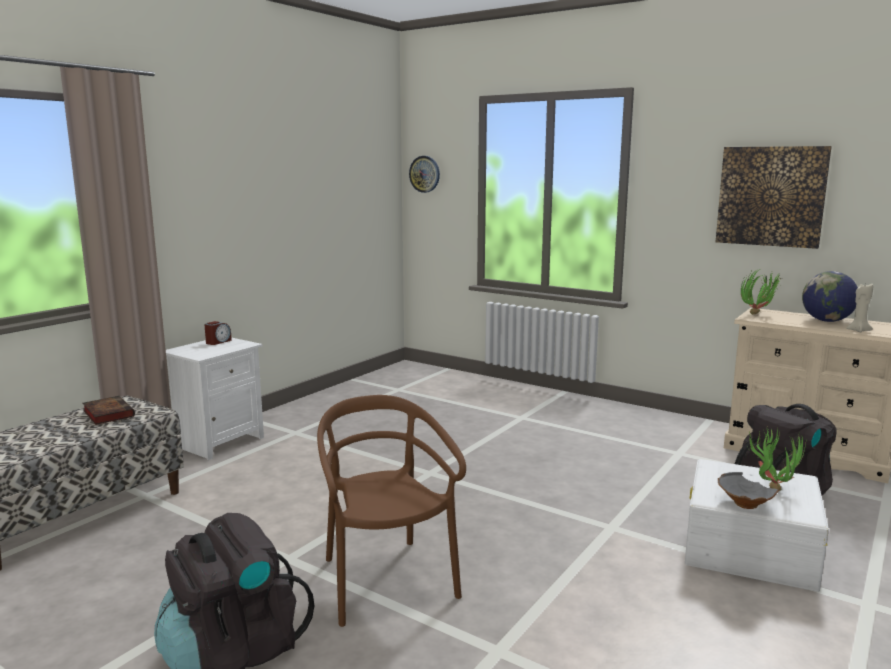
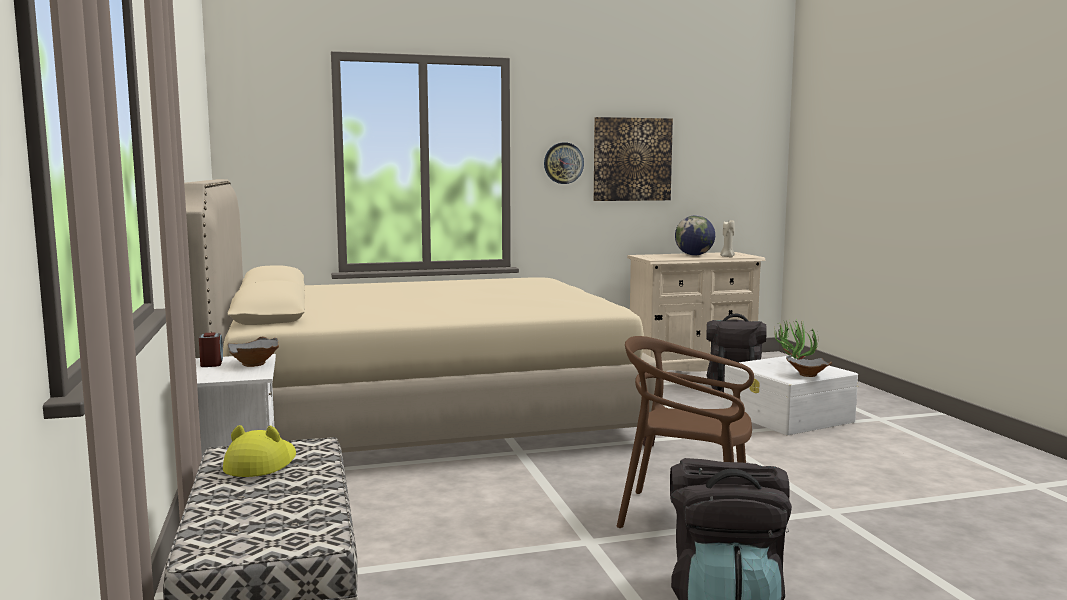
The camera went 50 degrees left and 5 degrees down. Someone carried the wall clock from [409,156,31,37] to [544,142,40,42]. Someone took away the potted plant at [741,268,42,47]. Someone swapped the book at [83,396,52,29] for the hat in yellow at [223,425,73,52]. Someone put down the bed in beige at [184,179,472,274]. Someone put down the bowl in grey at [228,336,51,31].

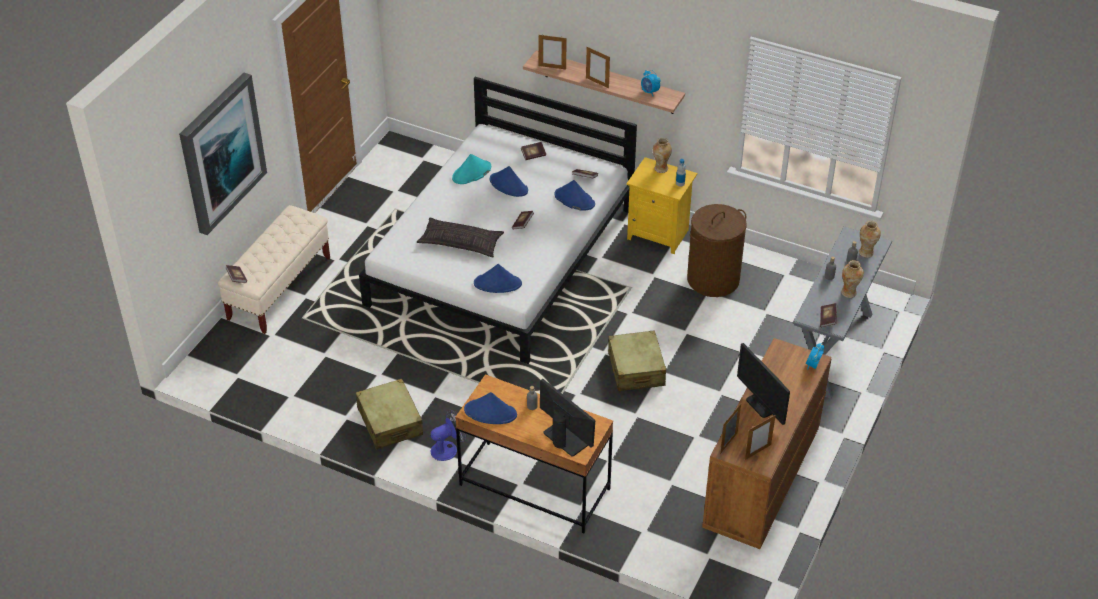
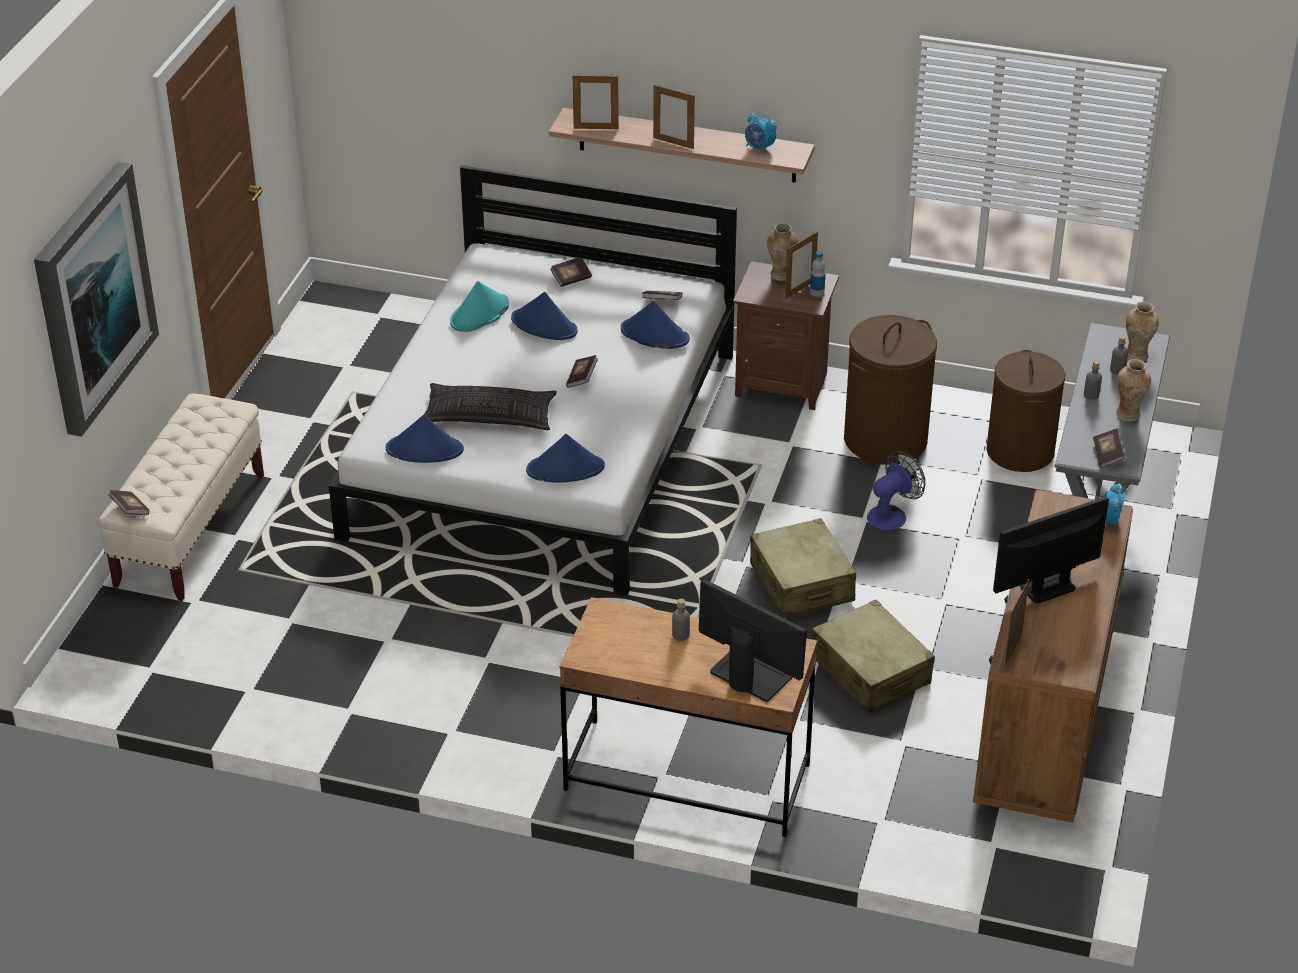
The camera went 10 degrees left and 5 degrees down. Someone repainted the nightstand in yellow at [627,157,70,97], which became the nightstand in brown at [733,261,106,149]. Someone rotated the monitor at [737,343,53,82] by 105 degrees clockwise. Someone carried the suitcase in beige from [356,379,67,70] to [812,600,123,113]. Someone carried the hat in blue from [464,392,53,32] to [386,415,78,48]. Someone carried the fan from [431,410,35,51] to [867,451,58,79]. Someone carried the picture frame from [745,415,30,45] to [785,231,33,68]. Someone put down the laundry basket in brown at [986,350,80,122].

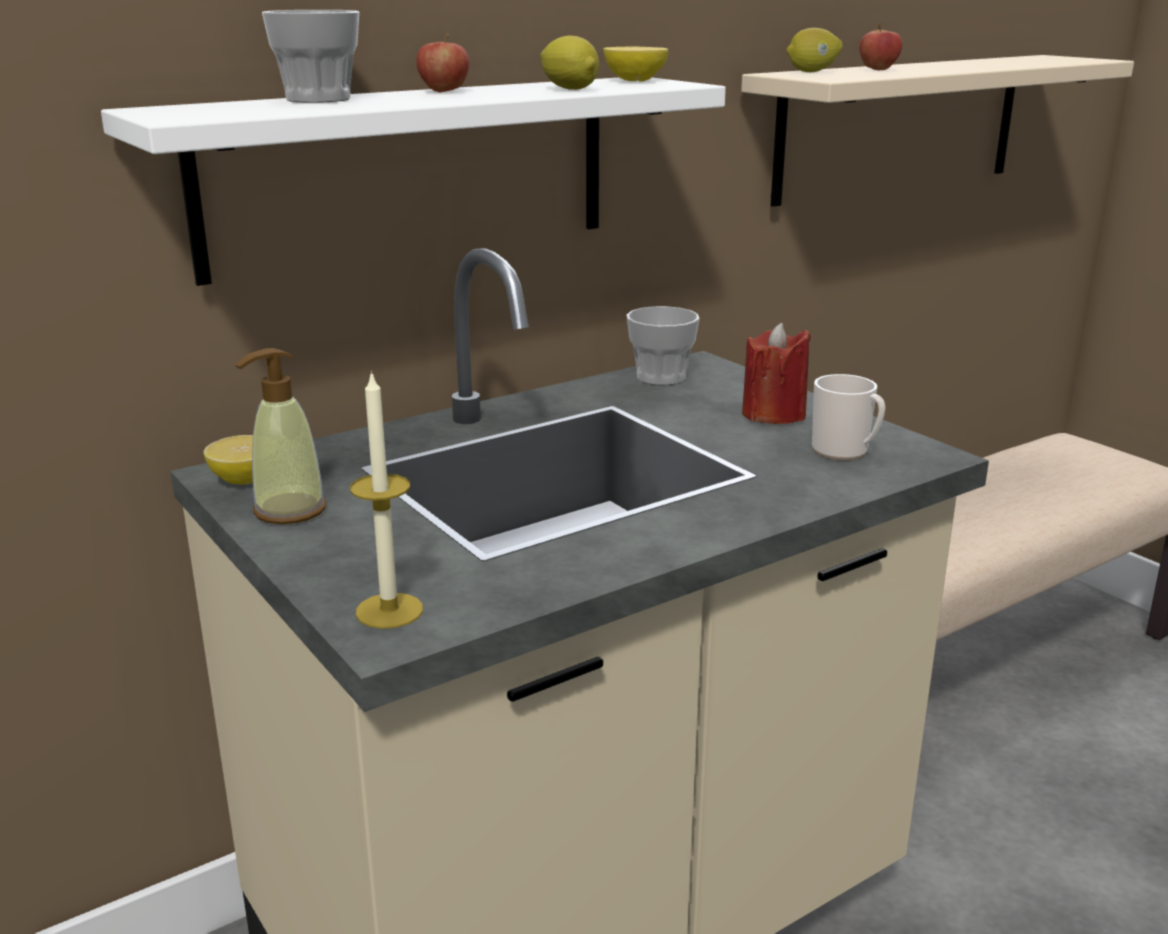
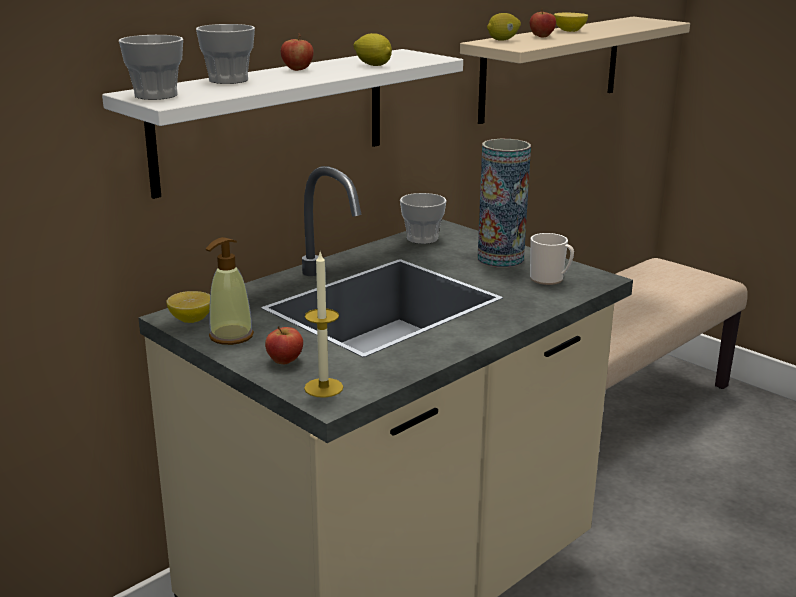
The camera went 10 degrees left and 0 degrees up. Someone carried the lemon from [603,47,65,35] to [554,13,34,19]. Someone swapped the candle in red at [742,322,69,102] for the vase at [478,139,53,129]. Someone put down the cup at [119,35,64,65]. Someone put down the apple at [265,326,38,38].

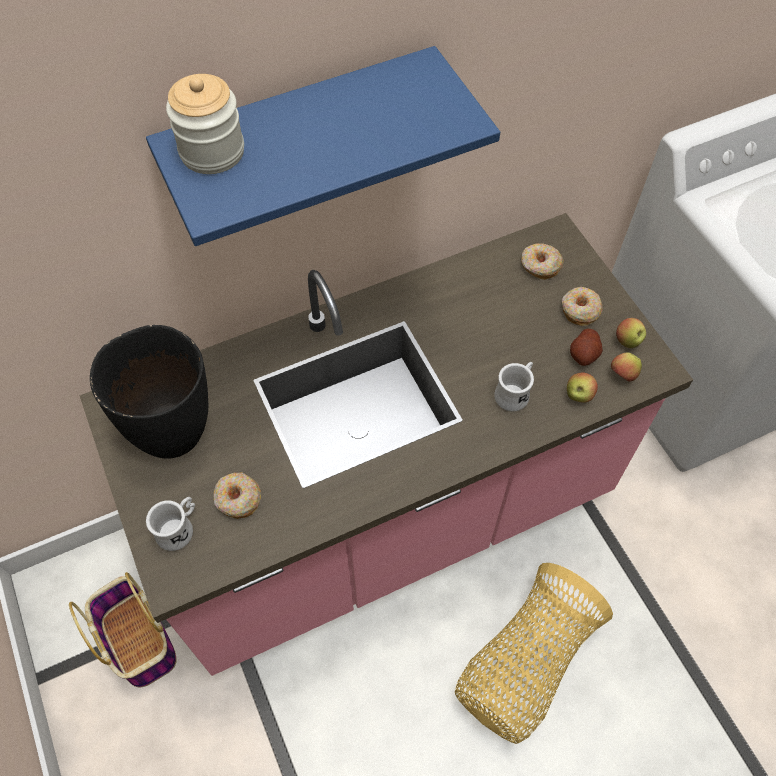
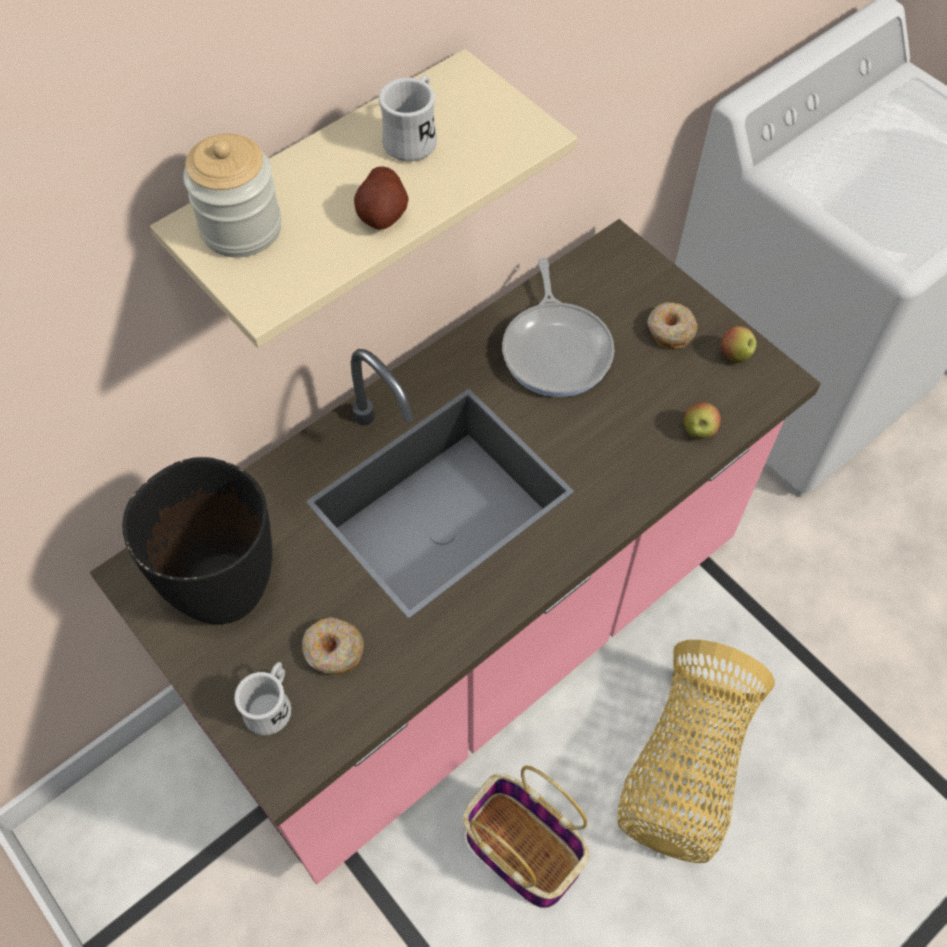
The camera went 15 degrees left and 0 degrees up. Someone repainted the shelf in blue at [146,46,354,200], which became the shelf in beige at [150,49,427,299]. Someone took away the donut at [521,243,43,37]. Someone carried the potato from [570,329,33,37] to [354,166,55,64]. Someone took away the apple at [611,353,31,29]. Someone carried the mug in white from [494,362,40,50] to [379,76,58,85]. Someone carried the basket from [69,572,108,116] to [463,766,127,142]. Someone put down the frying pan at [502,257,112,140].

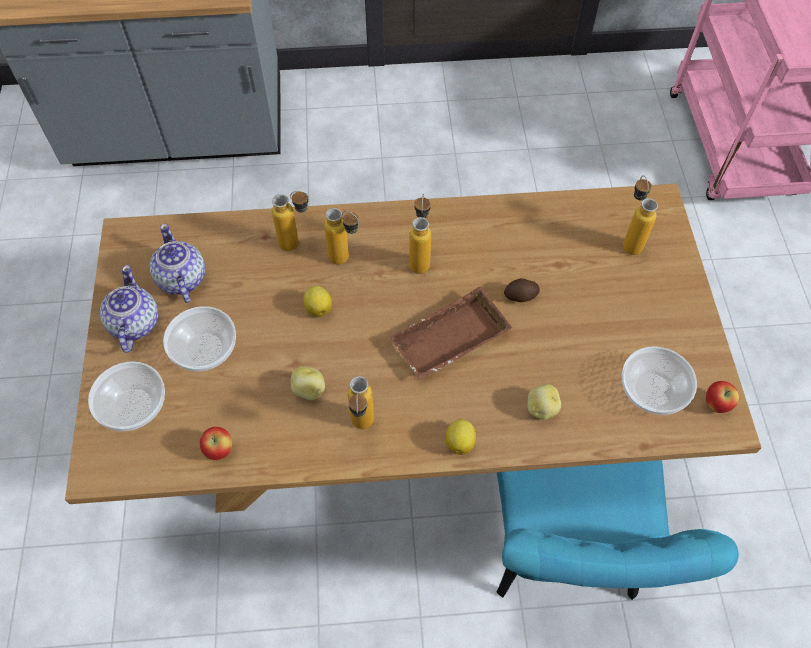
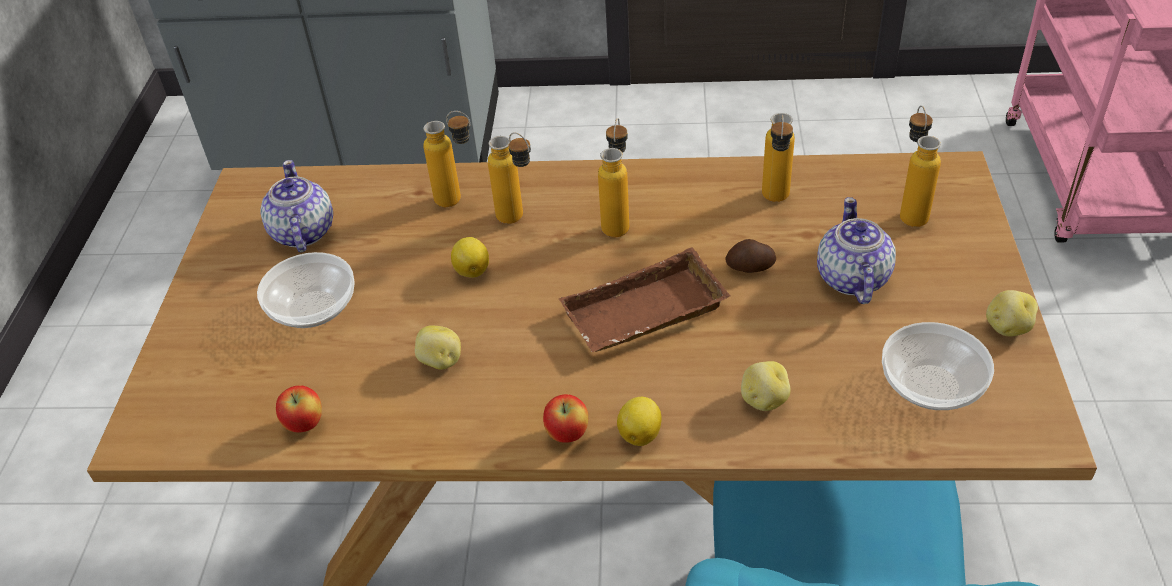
The camera went 10 degrees right and 15 degrees down. Someone carried the teapot from [100,265,58,88] to [817,197,79,107]. Someone took away the bowl at [88,361,77,70]. Someone carried the bottle from [348,376,26,53] to [762,113,33,89]. Someone carried the apple from [706,381,33,32] to [543,394,45,49]. Someone put down the potato at [986,290,52,47].

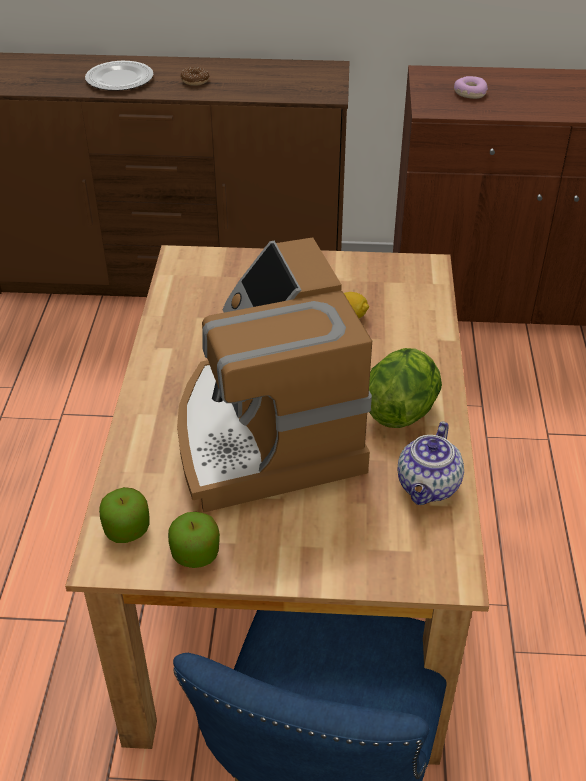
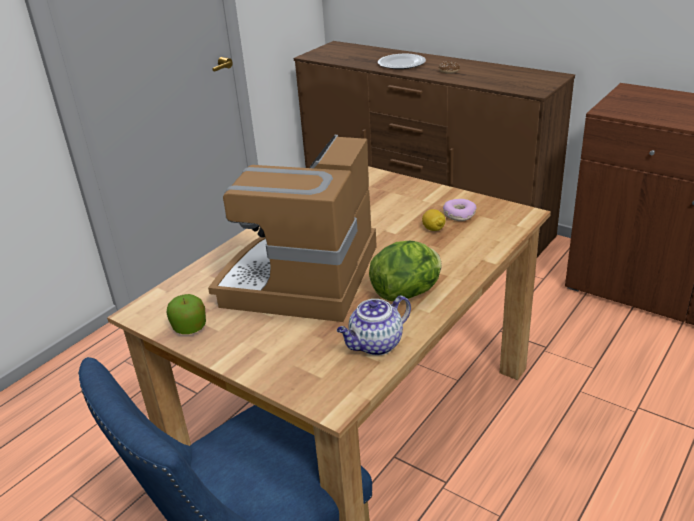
The camera went 35 degrees right and 10 degrees down. Someone carried the donut from [454,76,34,23] to [443,199,34,22]. Someone took away the apple at [99,487,50,56].

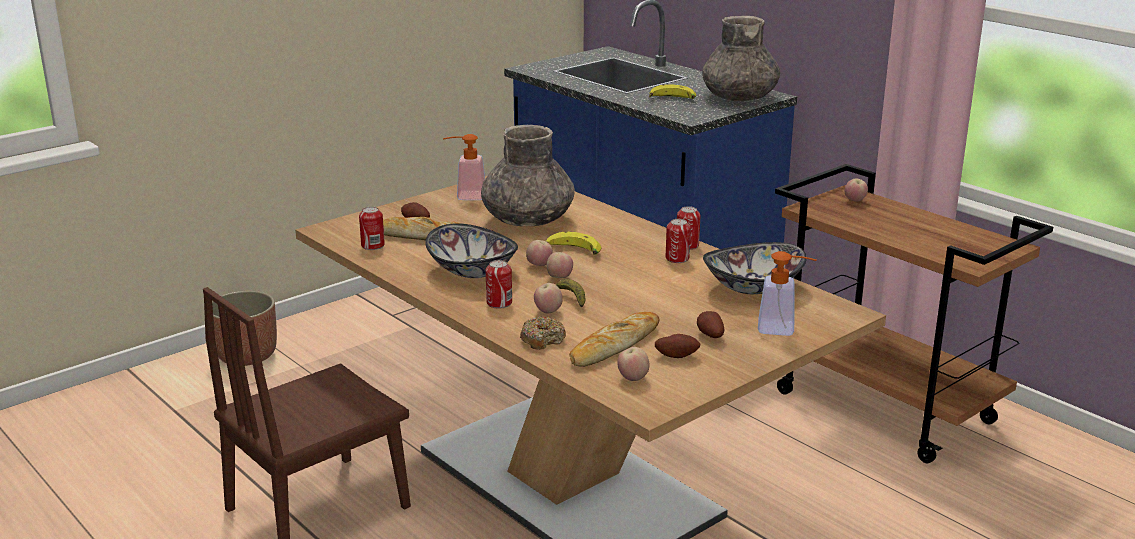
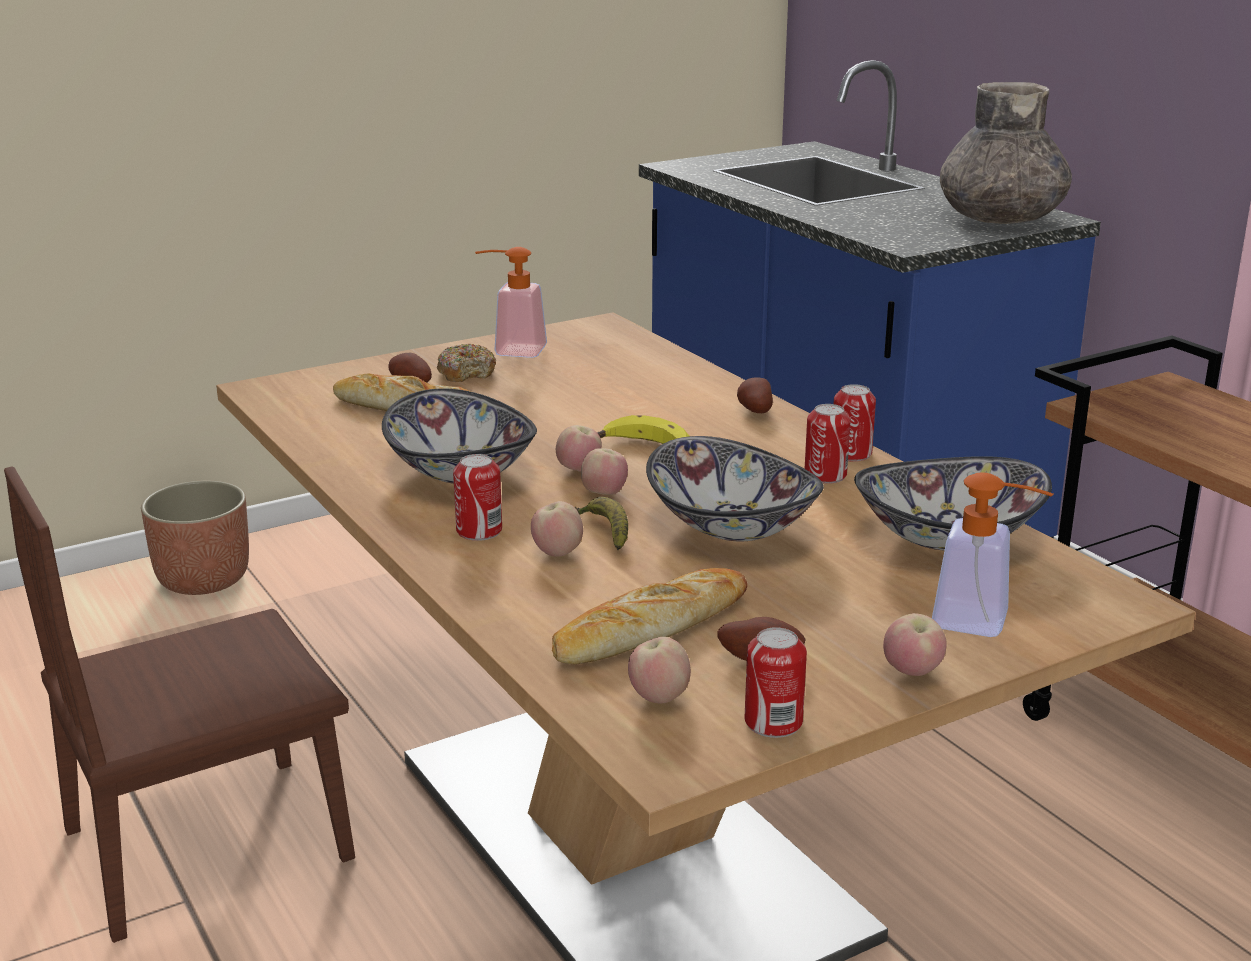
The camera went 10 degrees right and 0 degrees up. Someone took away the banana at [649,85,47,14]. Someone took away the vase in grey at [481,125,94,101]. Someone carried the apple from [845,178,23,24] to [883,613,64,63]. Someone carried the can from [359,207,26,43] to [745,627,62,111]. Someone carried the potato from [697,311,27,27] to [737,377,36,36]. Someone carried the donut from [520,316,46,34] to [437,344,59,38]. Someone put down the bowl at [646,436,178,105].

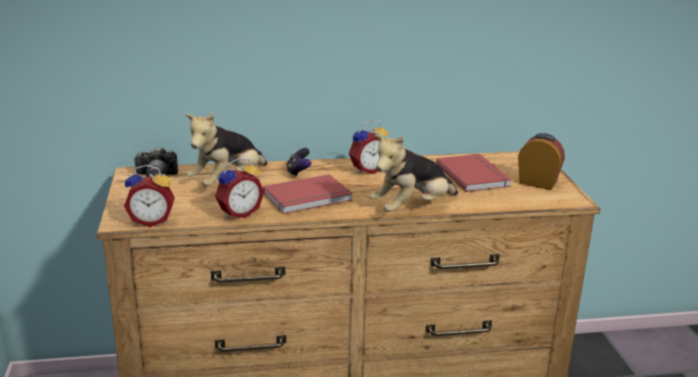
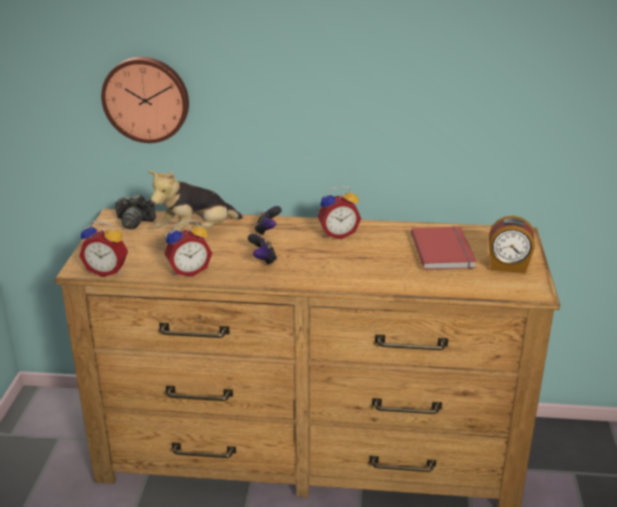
The camera went 15 degrees right and 5 degrees up. Someone rotated the alarm clock at [518,133,47,57] by 150 degrees clockwise. Someone took away the plush toy at [370,134,88,78]. Someone swapped the book in red at [263,174,90,40] for the game controller at [248,234,29,31]. Someone put up the wall clock at [101,57,88,86].

